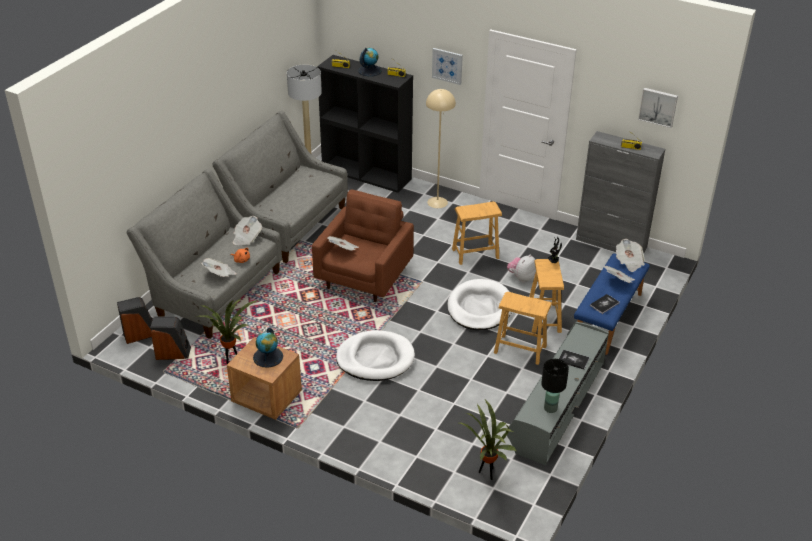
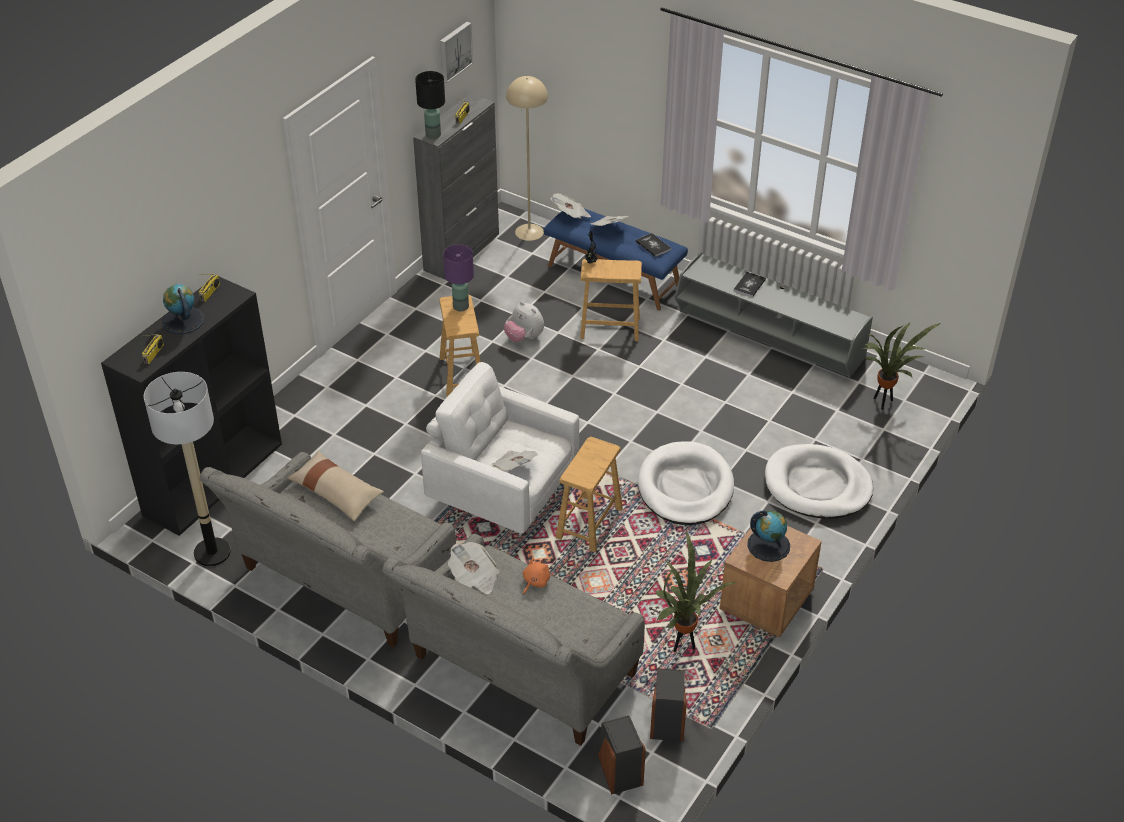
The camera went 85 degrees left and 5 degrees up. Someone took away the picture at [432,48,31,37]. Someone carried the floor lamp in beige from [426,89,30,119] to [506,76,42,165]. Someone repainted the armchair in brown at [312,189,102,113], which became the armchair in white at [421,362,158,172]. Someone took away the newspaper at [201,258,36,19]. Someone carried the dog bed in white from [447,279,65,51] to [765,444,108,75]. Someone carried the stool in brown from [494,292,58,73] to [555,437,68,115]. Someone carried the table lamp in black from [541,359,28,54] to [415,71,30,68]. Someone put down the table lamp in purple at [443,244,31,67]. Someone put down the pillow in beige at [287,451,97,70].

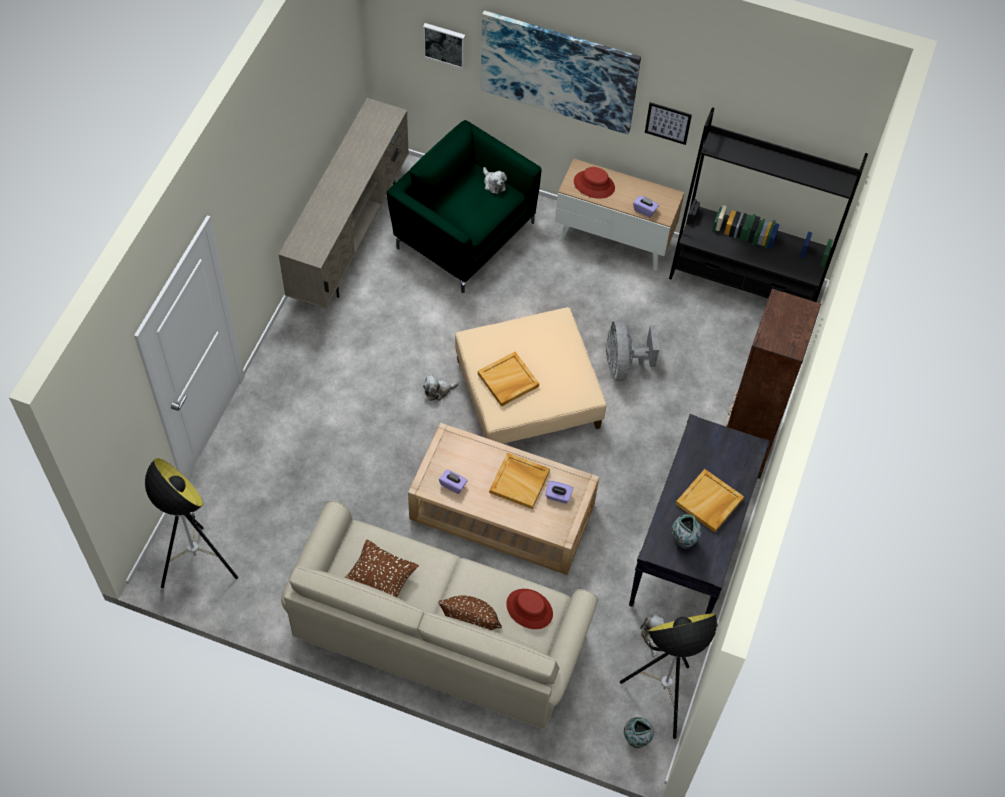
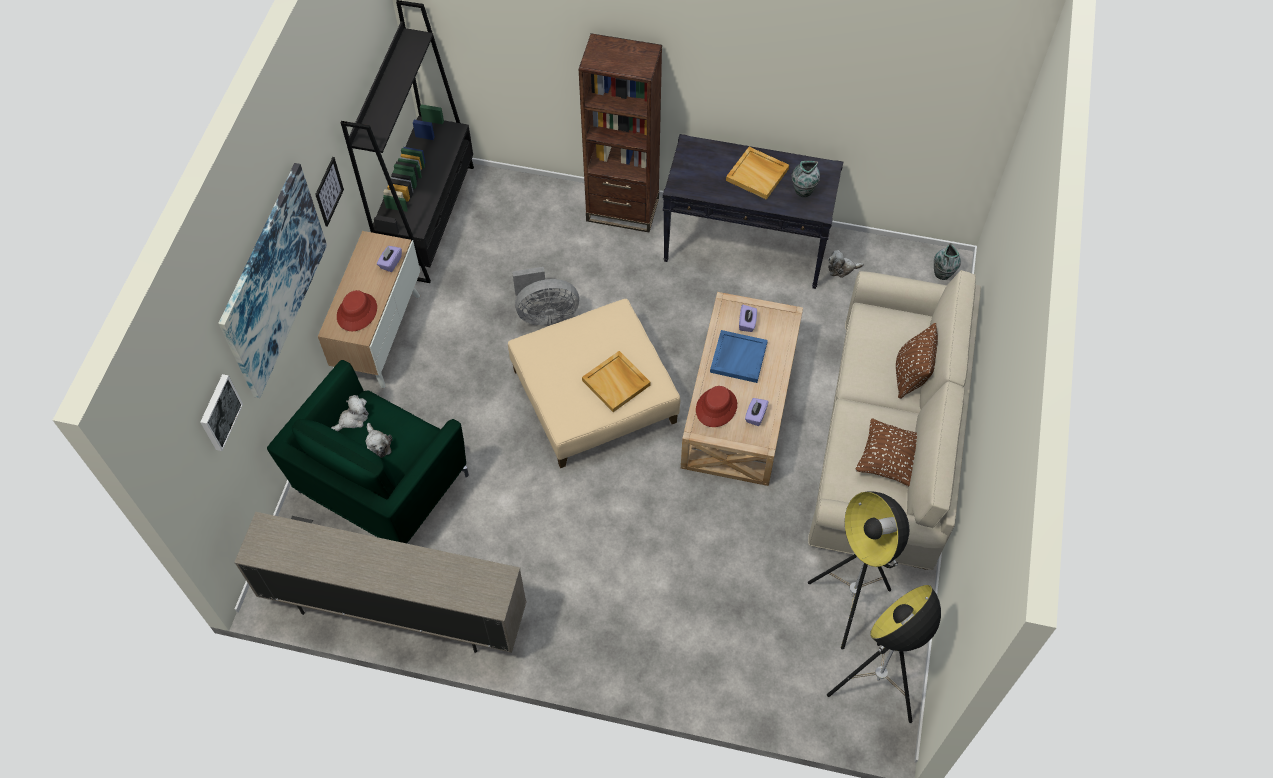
The camera went 95 degrees left and 0 degrees up. Someone carried the plush toy from [423,375,36,26] to [366,423,26,35]. Someone repainted the tray in beige at [489,453,61,56], which became the tray in blue at [710,330,58,53]. Someone carried the hat in red from [506,589,47,40] to [696,386,41,41]. Someone carried the floor lamp from [620,613,98,126] to [808,491,102,159].

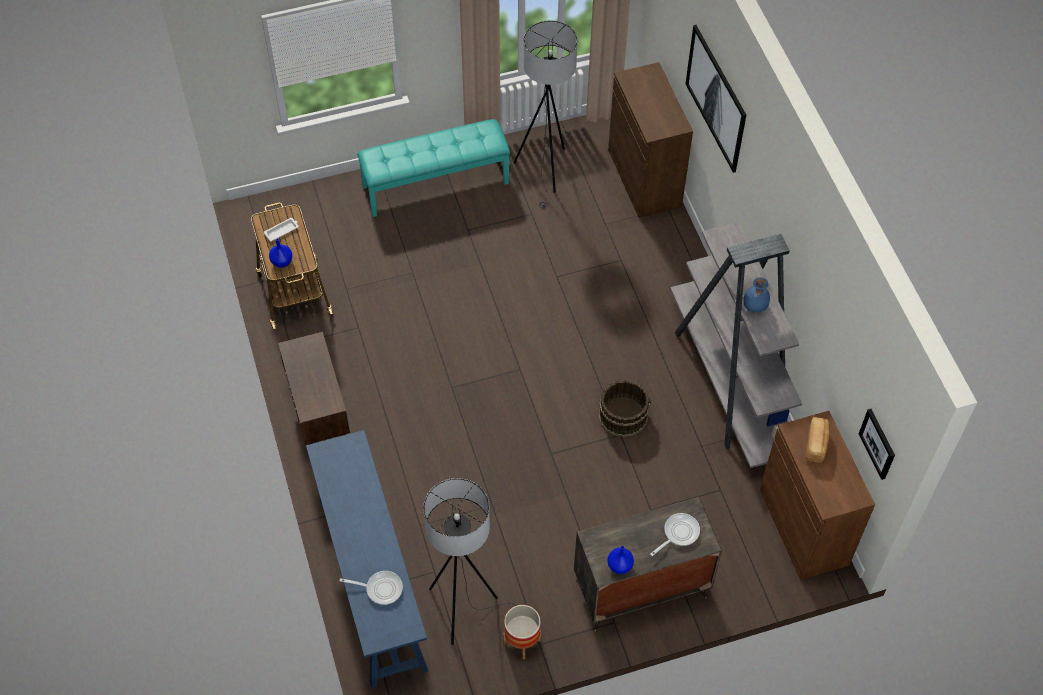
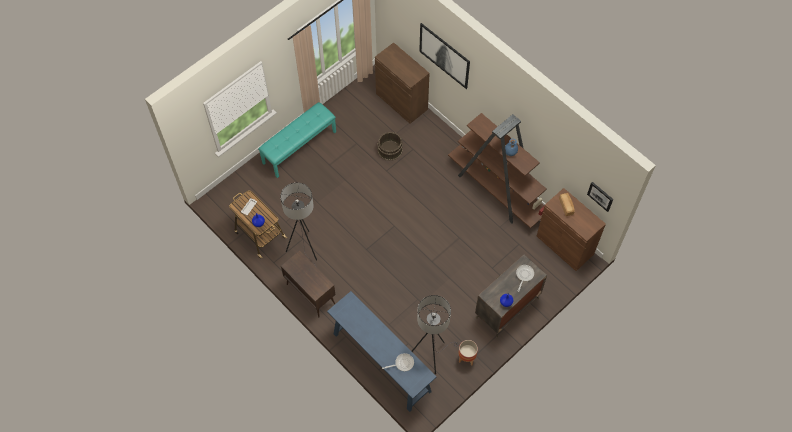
The camera went 25 degrees left and 5 degrees up. Someone carried the floor lamp in grey from [514,20,64,188] to [280,182,37,86]. Someone repainted the bookcase in grey at [670,222,132,246], which became the bookcase in brown at [448,113,99,115]. Someone carried the bucket in brown from [598,380,53,57] to [377,132,26,29].

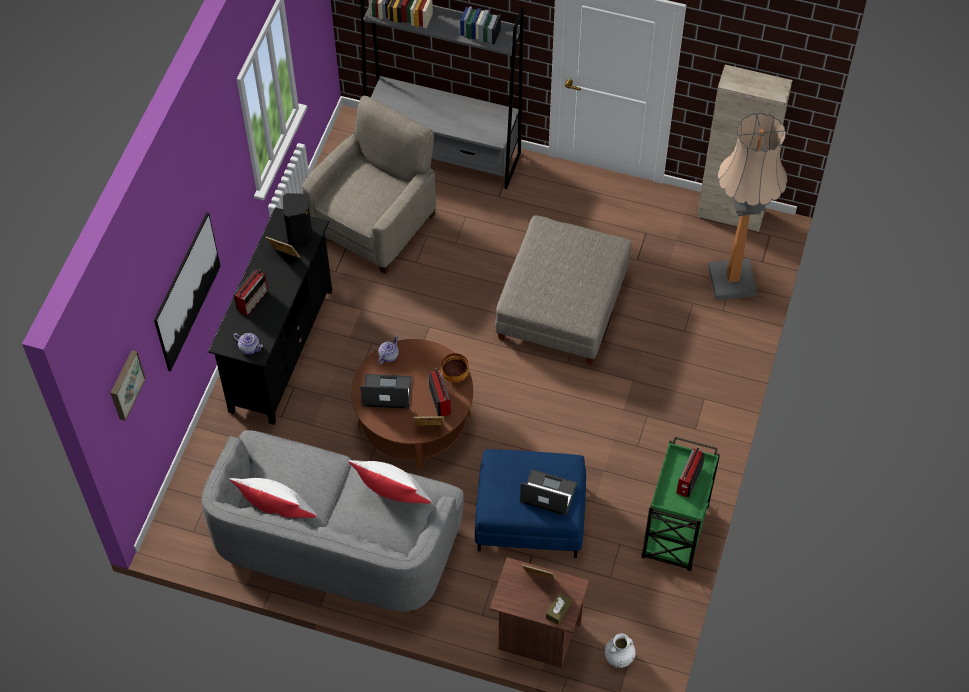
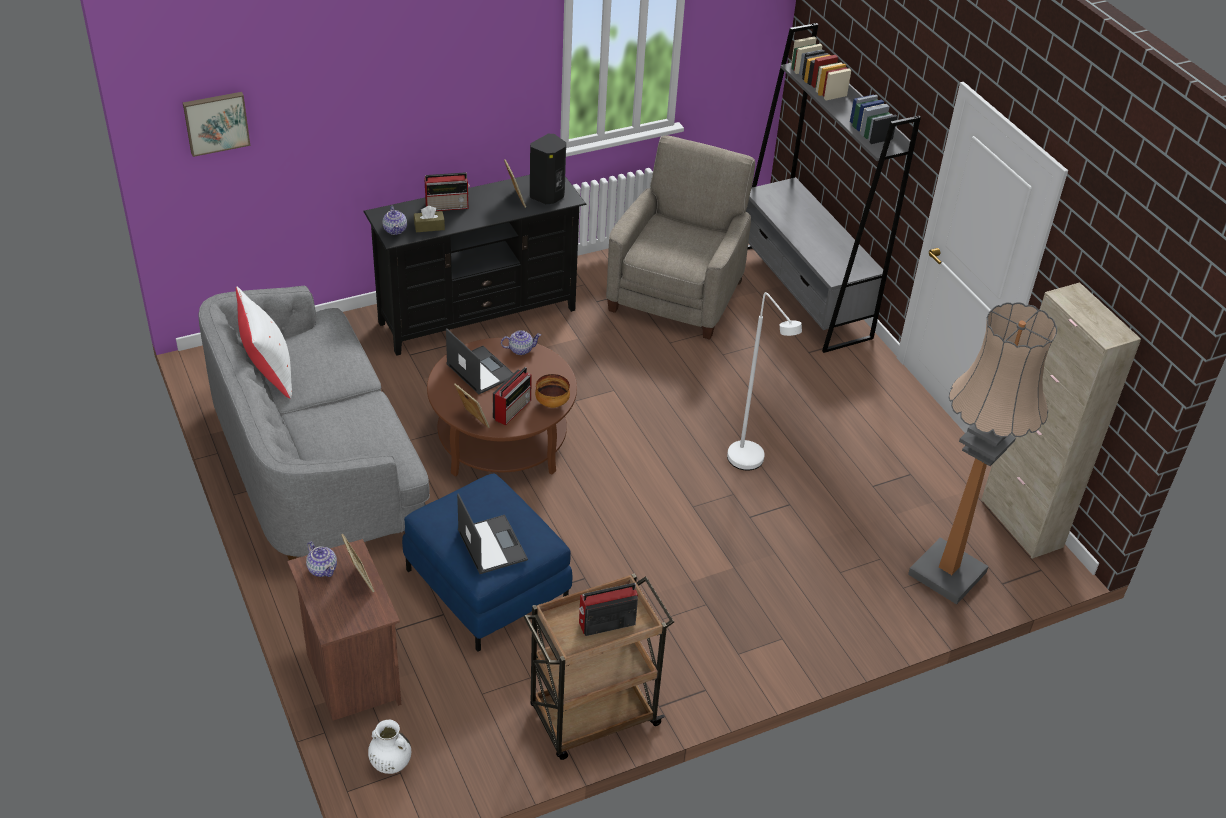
The camera went 45 degrees right and 15 degrees down. Someone rotated the armchair in beige at [302,96,134,178] by 60 degrees counterclockwise. Someone took away the picture at [154,213,67,159]. Someone swapped the ottoman in grey at [495,215,136,150] for the floor lamp in white at [727,292,75,178]. Someone repainted the cart in green at [641,437,79,134], which became the cart in brown at [524,573,150,187]. Someone took away the pillow in white at [348,460,84,44]. Someone carried the tissue box in brown from [546,592,26,33] to [414,206,31,26]. Someone put down the teapot at [306,541,31,36].

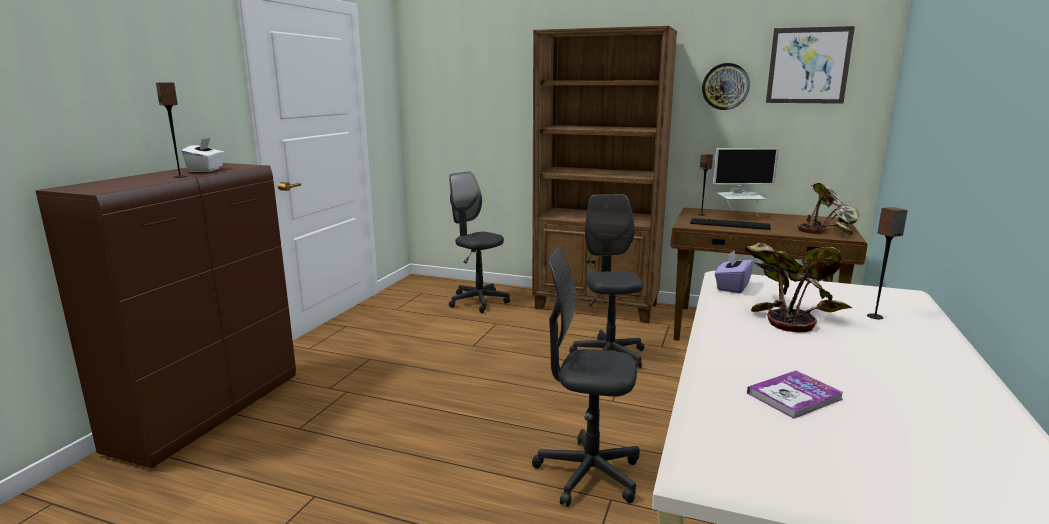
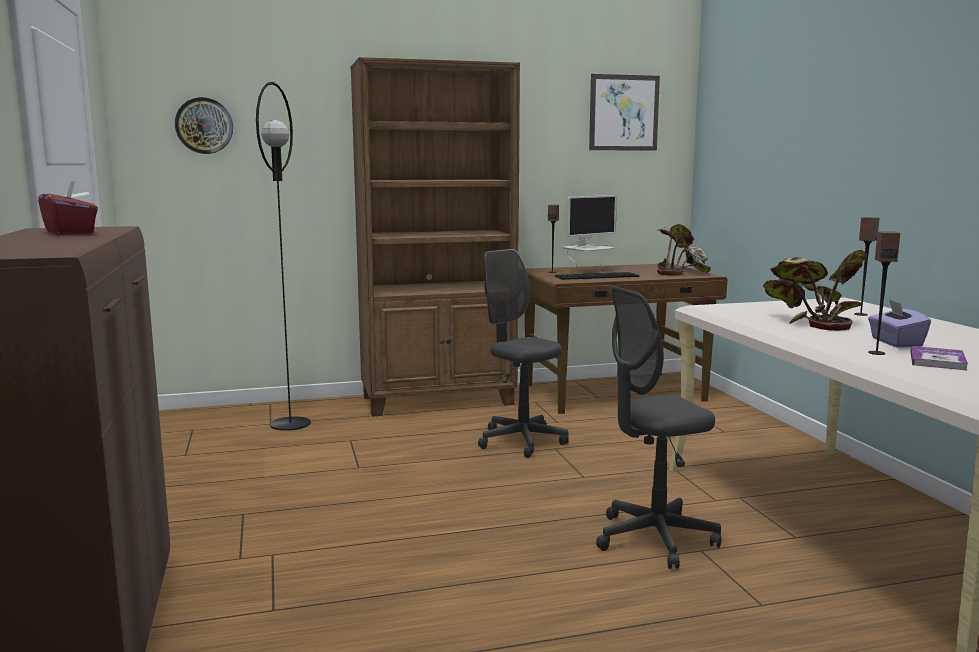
The camera went 35 degrees left and 5 degrees down. Someone carried the wall clock from [702,63,48,47] to [175,97,58,57]. Someone carried the speaker from [156,83,31,95] to [868,231,32,124]. Someone repainted the tissue box in white at [181,138,43,34], which became the tissue box in red at [38,181,60,54]. Someone swapped the office chair in grey at [449,171,61,142] for the floor lamp in black at [256,82,55,349]. Someone carried the tissue box in purple from [715,250,39,43] to [868,299,63,49].

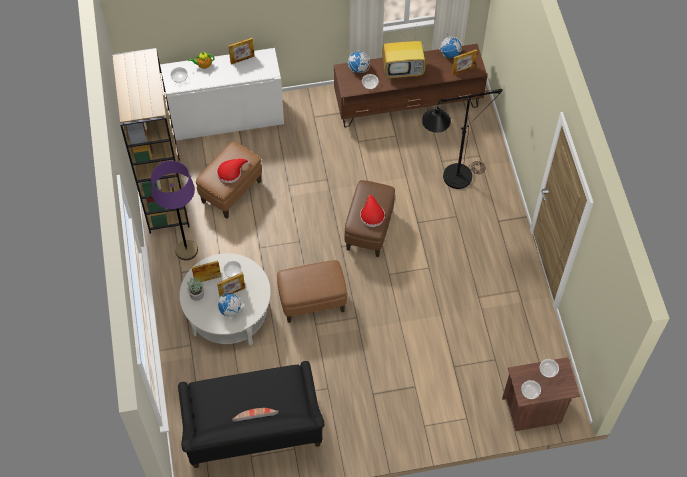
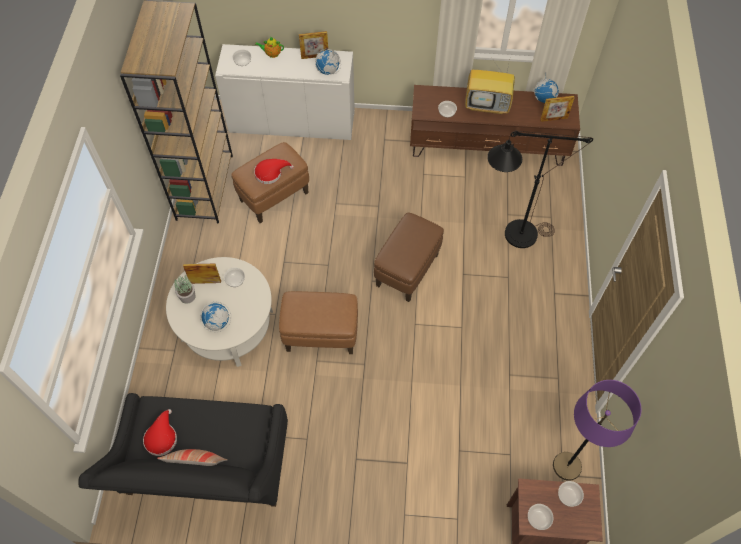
The camera went 15 degrees right and 0 degrees up. Someone carried the globe from [348,51,22,22] to [315,49,26,26]. Someone carried the floor lamp in purple from [151,161,47,99] to [553,380,88,101]. Someone carried the hat in red from [360,195,25,32] to [143,409,34,47]. Someone took away the picture frame at [217,273,28,24].

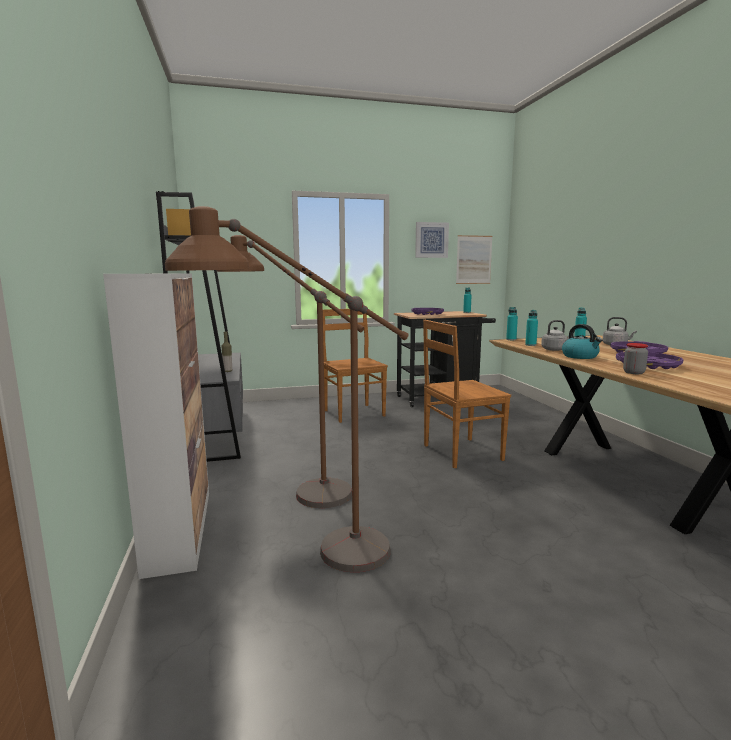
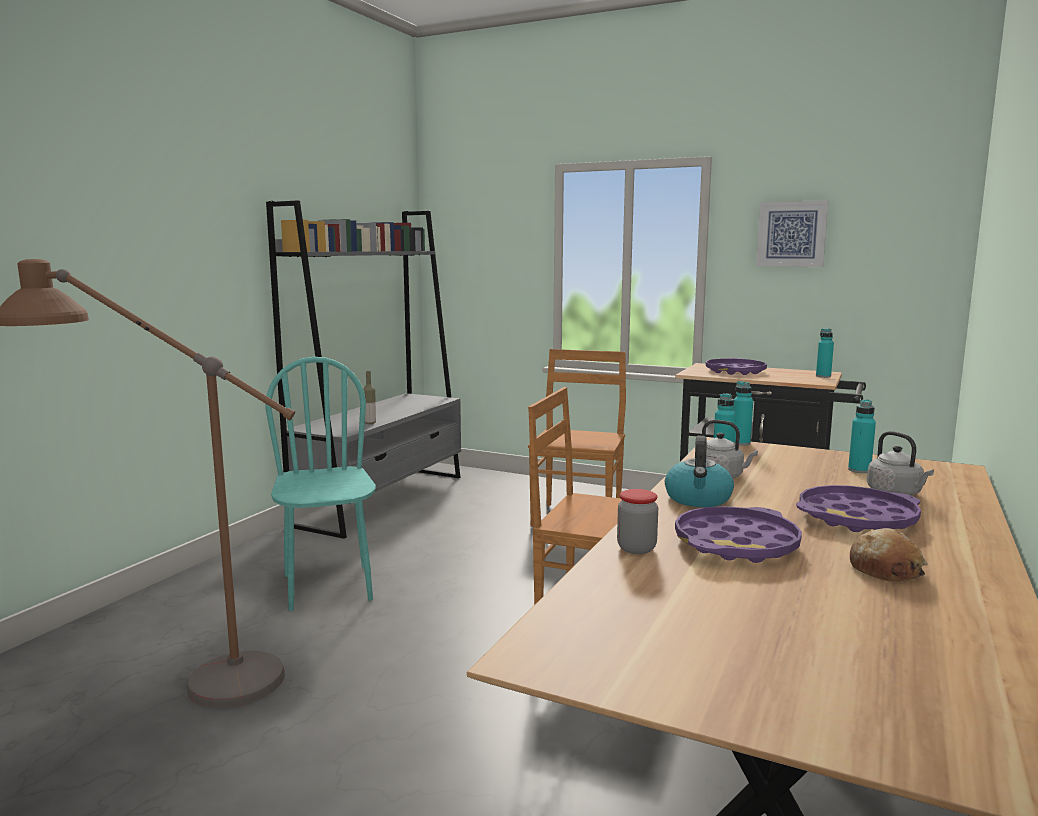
The camera went 40 degrees right and 0 degrees up. Someone swapped the floor lamp in brown at [217,235,147,273] for the chair in turquoise at [265,357,111,254]. Someone took away the picture at [456,235,37,49]. Someone took away the cabinet at [103,273,106,306]. Someone put down the bread at [850,528,77,54].

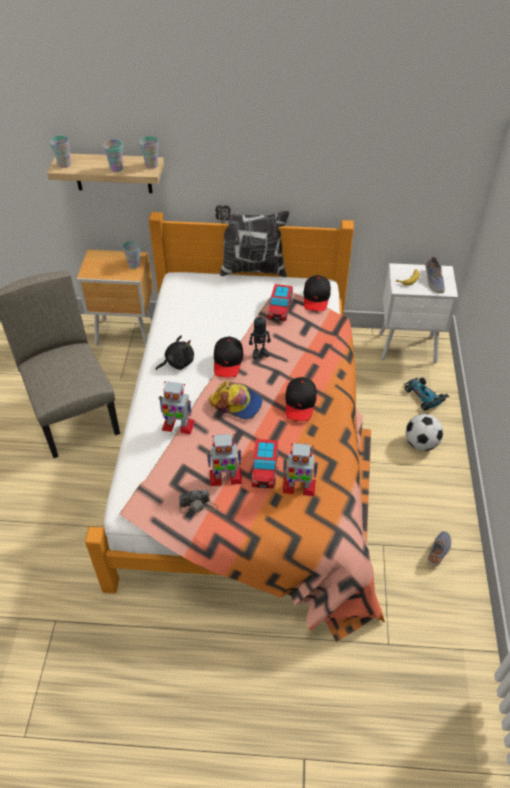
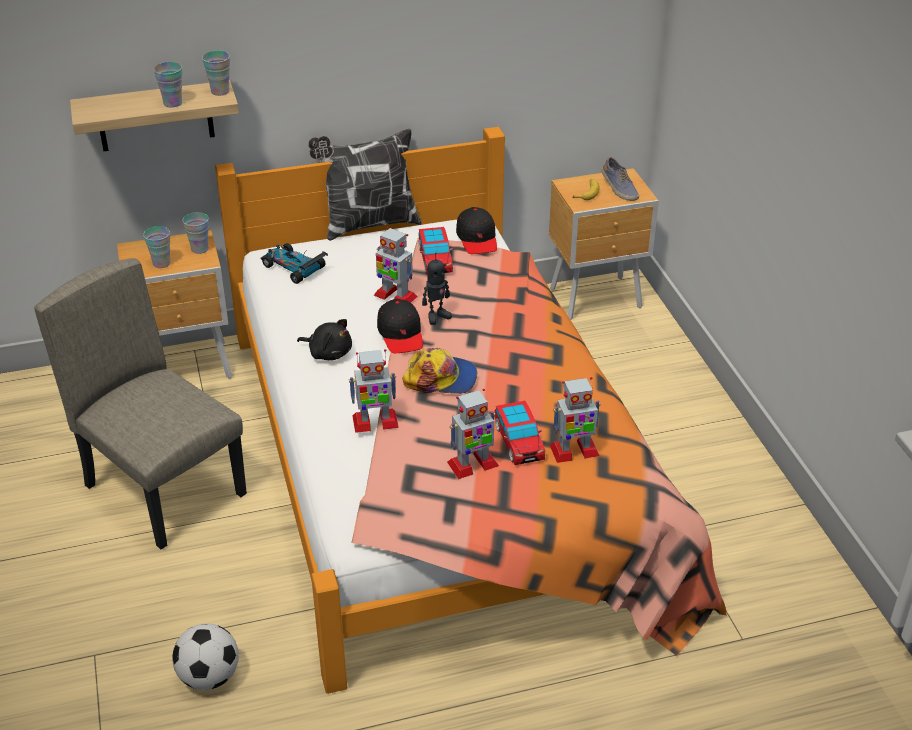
The camera went 20 degrees left and 10 degrees down. Someone carried the cup from [50,136,21,32] to [143,226,28,42]. Someone repainted the nightstand in white at [379,263,79,101], which became the nightstand in brown at [549,168,110,152]. Someone rotated the plush toy in black at [156,335,38,35] by 75 degrees clockwise. Someone took away the cap in black at [285,377,32,44]. Someone carried the toy car from [404,377,45,34] to [260,243,68,41]. Someone carried the football from [406,414,37,37] to [172,623,67,67]. Someone took away the photo camera at [179,490,39,23]. Someone took away the shoe at [427,531,24,35]. Someone put down the toy robot at [374,227,44,76].

